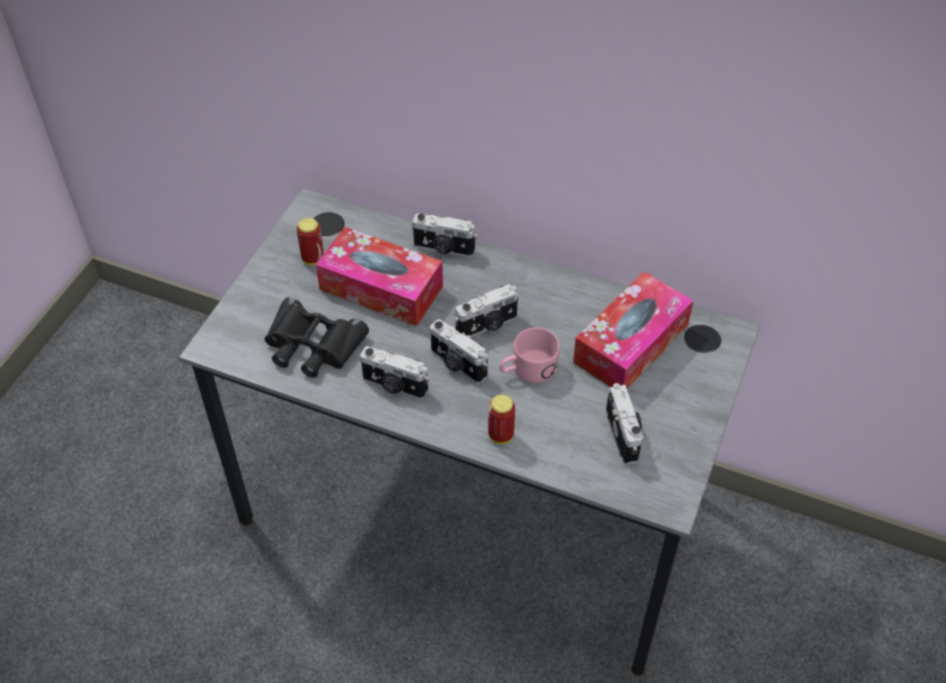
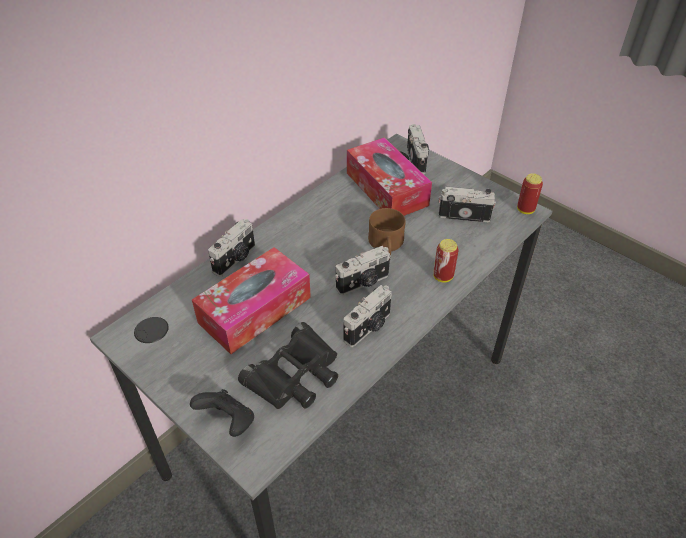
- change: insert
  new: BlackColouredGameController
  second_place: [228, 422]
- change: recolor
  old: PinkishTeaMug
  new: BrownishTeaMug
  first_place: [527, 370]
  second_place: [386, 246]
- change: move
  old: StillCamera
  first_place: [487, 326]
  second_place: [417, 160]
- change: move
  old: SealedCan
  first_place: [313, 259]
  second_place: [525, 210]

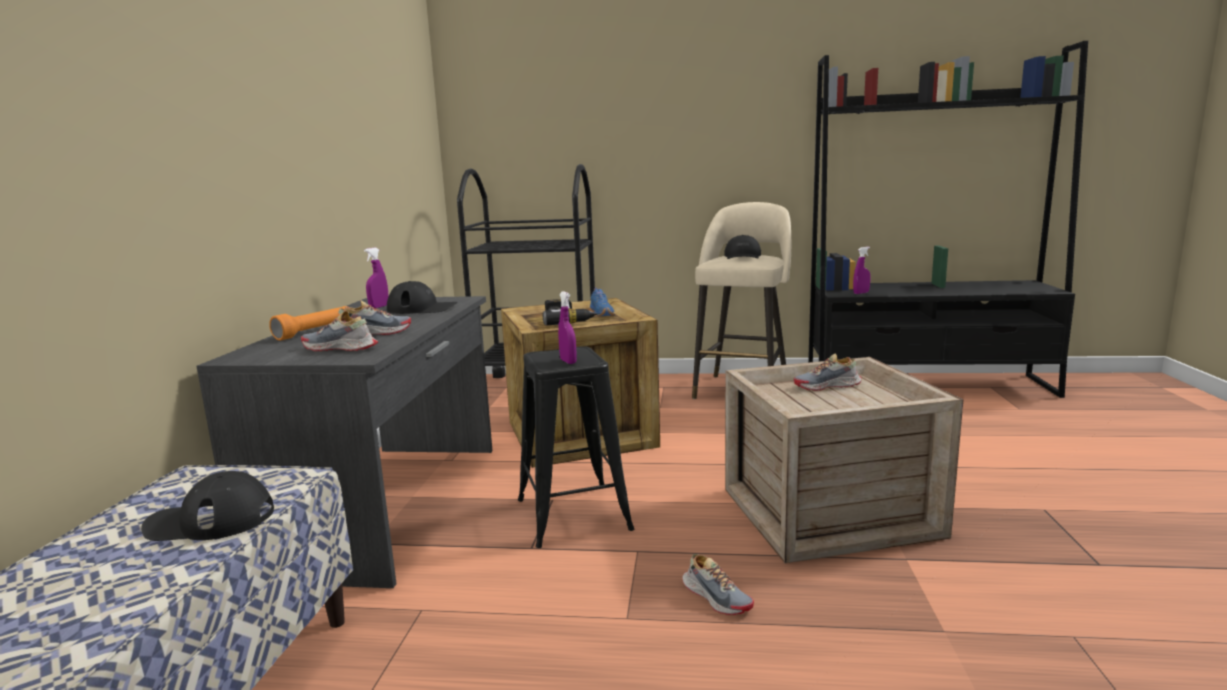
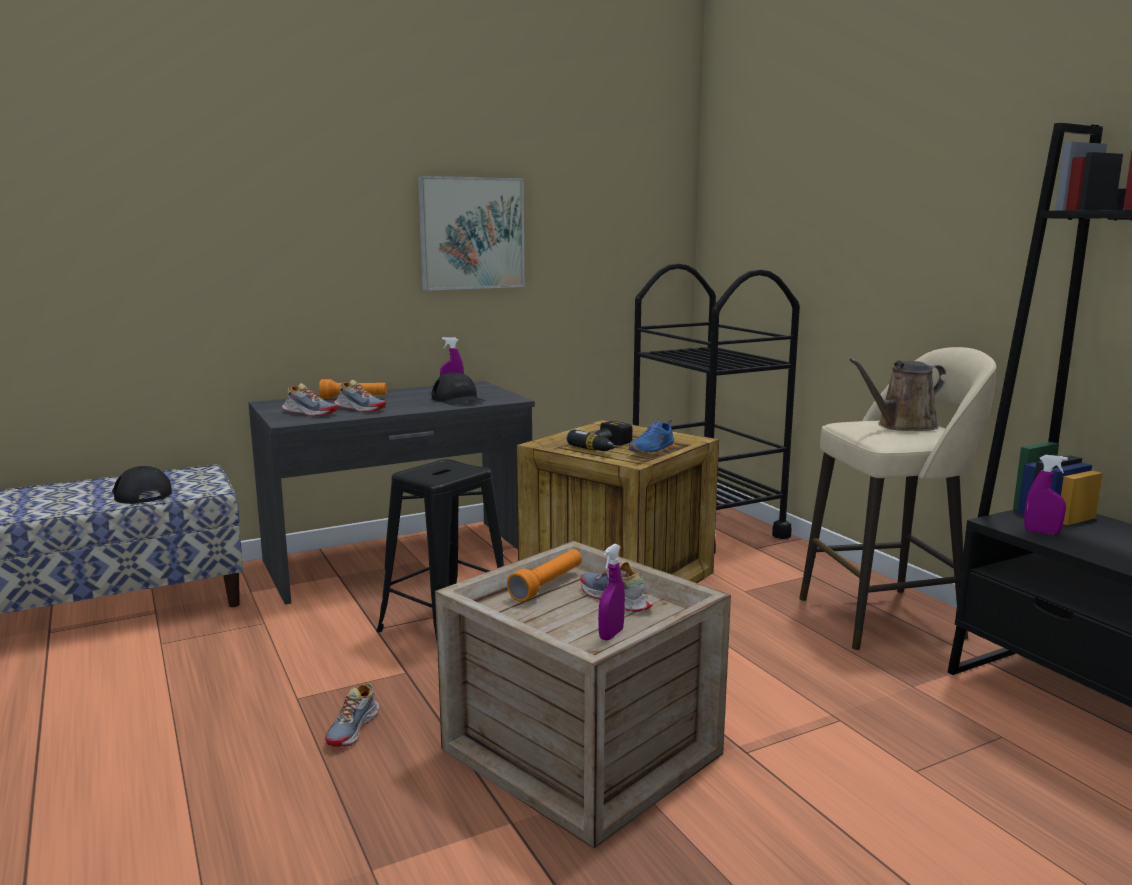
- change: rotate
  old: ItemOfFootwear
  first_place: [340, 348]
  second_place: [309, 413]
  degrees: 135
- change: insert
  new: WallArt
  second_place: [472, 233]
- change: insert
  new: OrangeColouredHandTorch
  second_place: [548, 585]
- change: move
  old: PurplishSprayer
  first_place: [568, 361]
  second_place: [611, 634]
- change: replace
  old: BlackColouredBaseballCap
  new: BrownishWateringCan
  first_place: [742, 256]
  second_place: [902, 426]

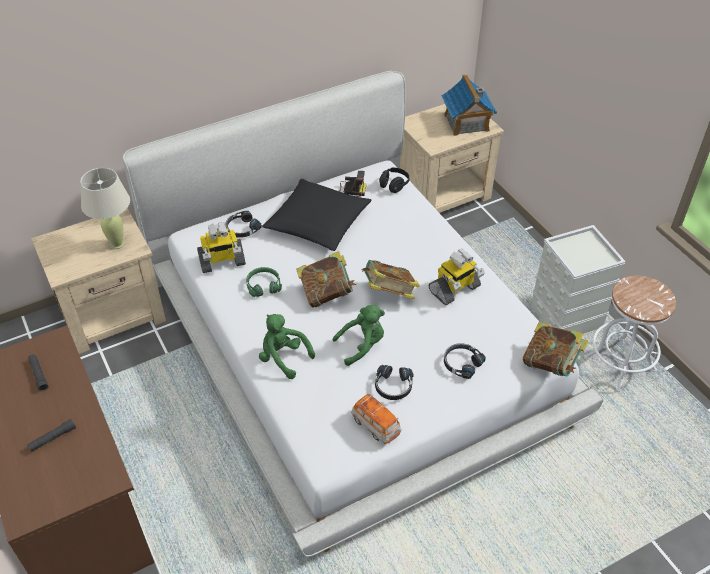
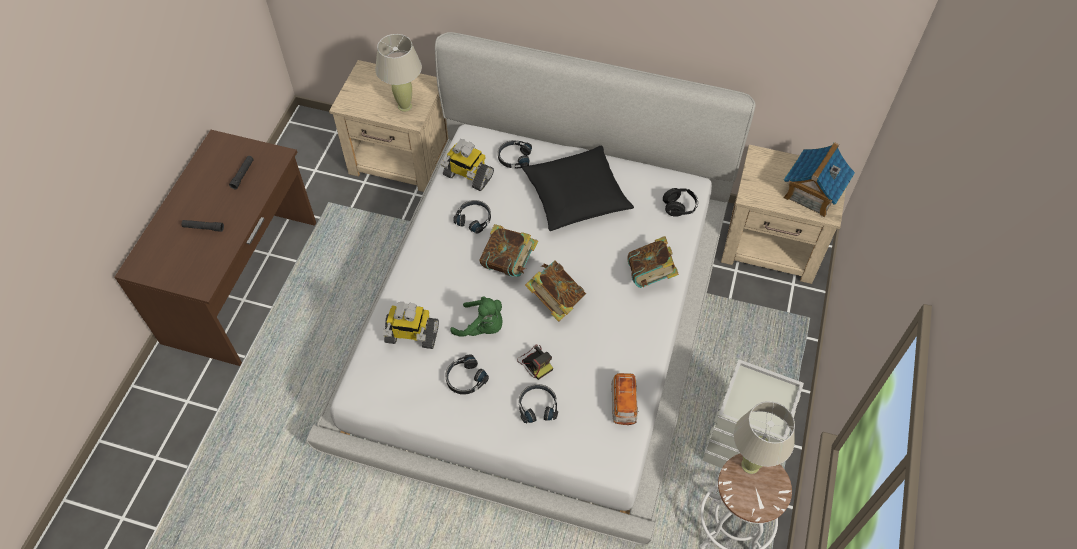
- change: move
  old: ToyRobot
  first_place: [454, 289]
  second_place: [411, 335]
- change: recolor
  old: GreenColouredHeadphones
  new: BlackColouredHeadphones
  first_place: [263, 285]
  second_place: [474, 219]
- change: move
  old: StillCamera
  first_place: [351, 190]
  second_place: [535, 362]
- change: move
  old: ModelCar
  first_place: [375, 426]
  second_place: [623, 403]
- change: move
  old: Book
  first_place: [551, 363]
  second_place: [650, 275]
- change: insert
  new: BeigeTabletopLamp
  second_place: [750, 465]
- change: delete
  old: GreenColouredSoftToy
  first_place: [283, 358]

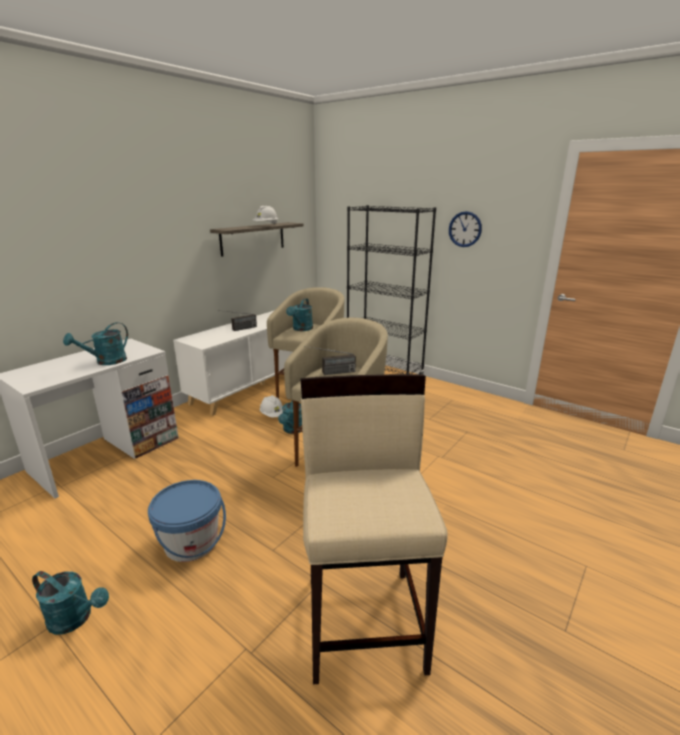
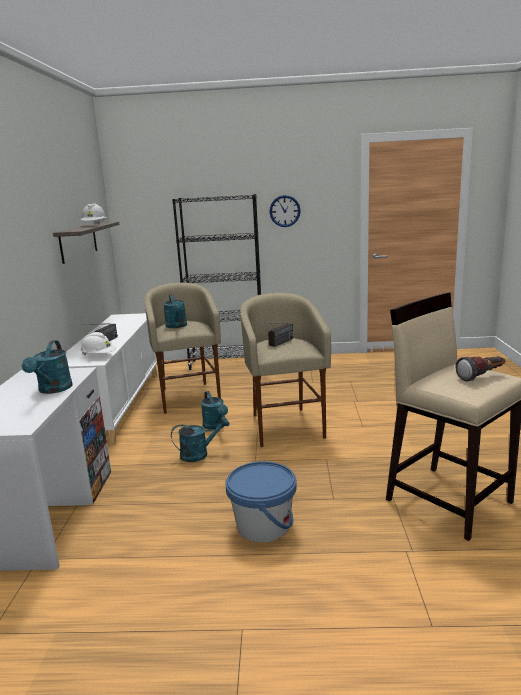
- change: move
  old: WhitishSafetyHelmet
  first_place: [272, 415]
  second_place: [99, 356]
- change: move
  old: TurquoiseWateringCan
  first_place: [76, 619]
  second_place: [199, 454]
- change: insert
  new: HandTorch
  second_place: [482, 376]

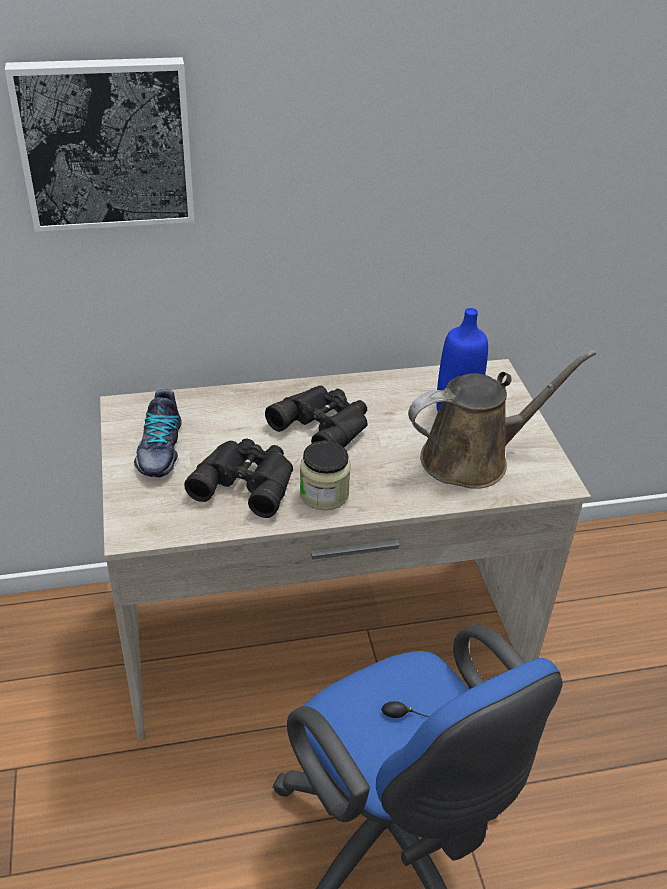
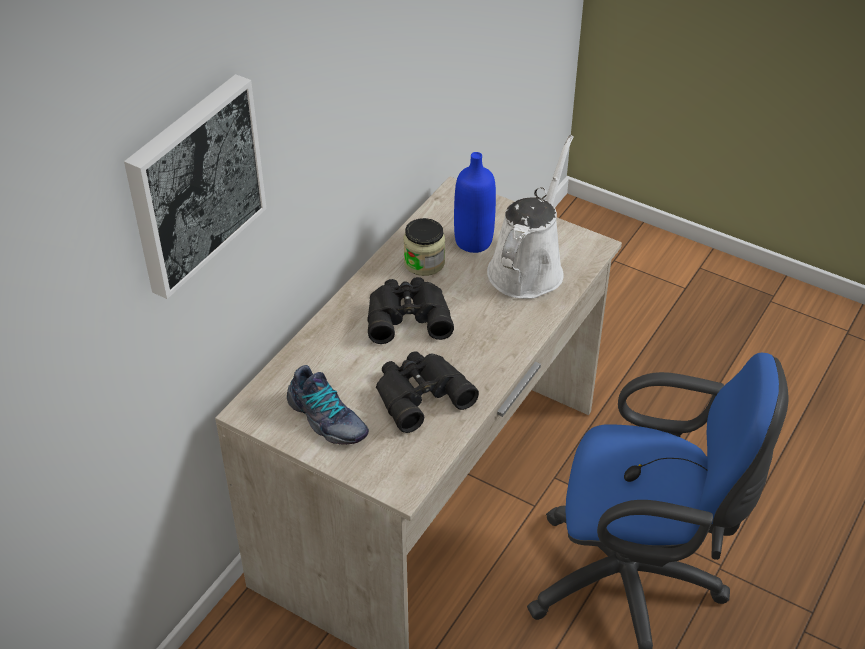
- change: move
  old: StorageJar
  first_place: [324, 494]
  second_place: [424, 263]
- change: recolor
  old: BrownishWateringCan
  new: WhitishWateringCan
  first_place: [473, 458]
  second_place: [528, 267]

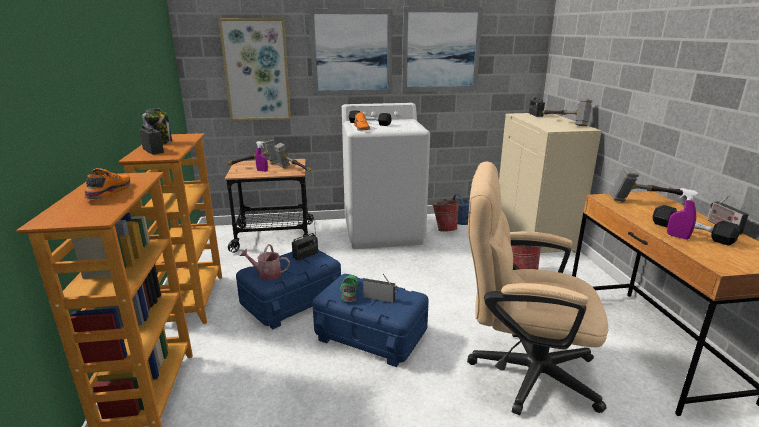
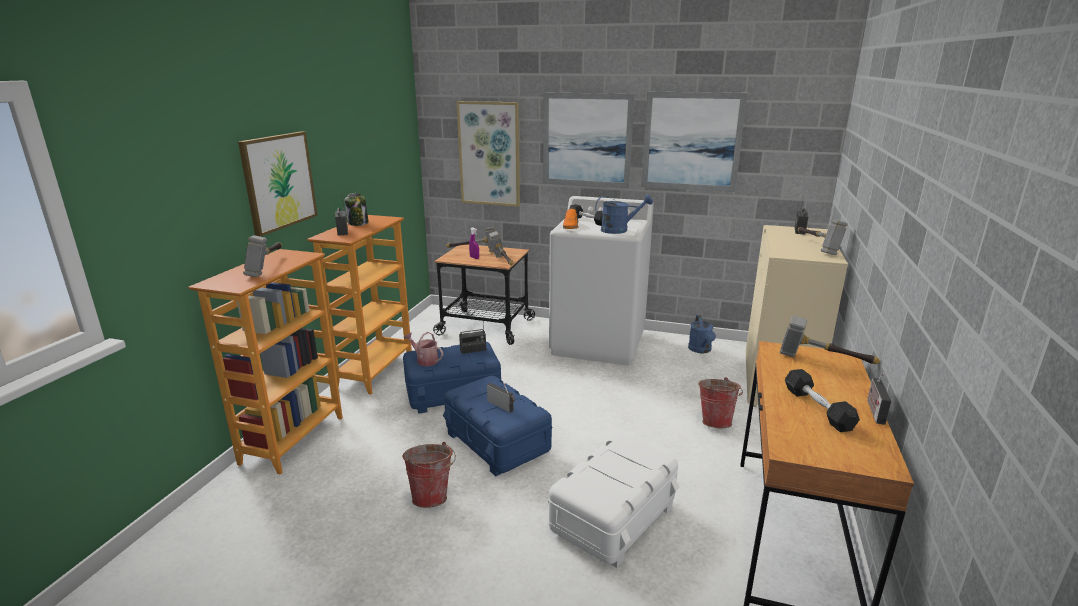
- change: insert
  new: WallArt
  second_place: [279, 181]
- change: replace
  old: OrangeColouredItemOfFootwear
  new: Hammer
  first_place: [108, 193]
  second_place: [267, 267]
- change: move
  old: Bucket
  first_place: [445, 229]
  second_place: [432, 496]
- change: replace
  old: BeigeDeskChair
  new: WhitishStorageBox
  first_place: [521, 371]
  second_place: [612, 517]
- change: insert
  new: BlueWateringCan
  second_place: [619, 230]
- change: delete
  old: GreenColouredItemOfFootwear
  first_place: [348, 292]
- change: delete
  old: PurplishSprayer
  first_place: [677, 237]

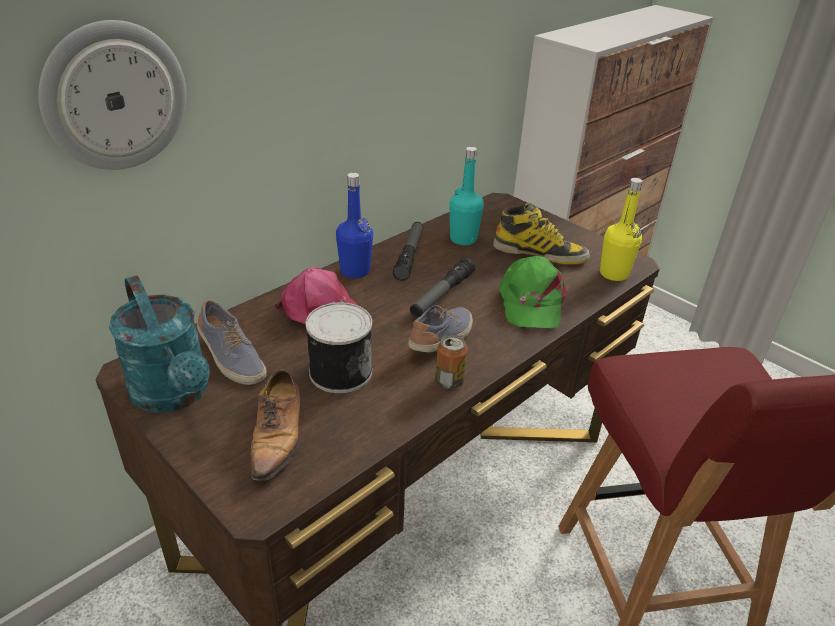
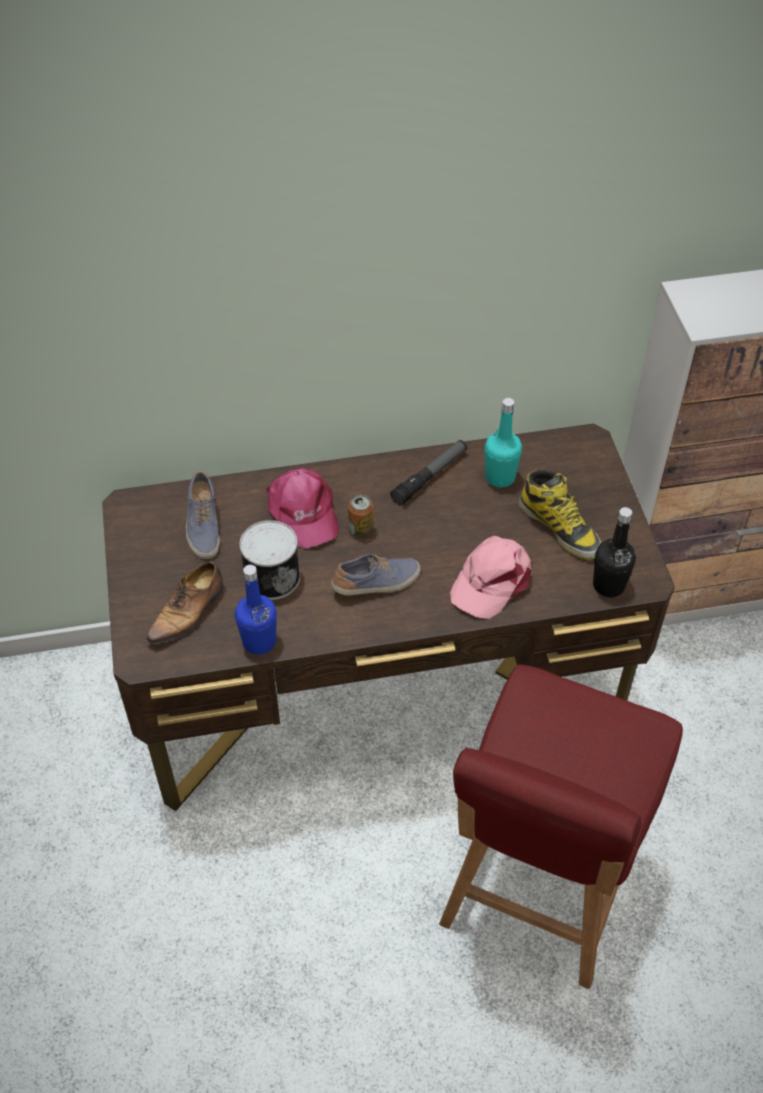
- change: move
  old: BlueBeverageBottle
  first_place: [355, 271]
  second_place: [259, 641]
- change: move
  old: SealedCan
  first_place: [449, 381]
  second_place: [361, 530]
- change: recolor
  old: GreenColouredBaseballCap
  new: PinkishBaseballCap
  first_place: [530, 302]
  second_place: [491, 581]
- change: recolor
  old: YellowColouredBeverageBottle
  new: BlackColouredBeverageBottle
  first_place: [614, 274]
  second_place: [608, 585]
- change: delete
  old: HangingClock
  first_place: [115, 97]
- change: delete
  old: TurquoiseWateringCan
  first_place: [175, 394]
- change: delete
  old: HandTorch
  first_place: [442, 294]

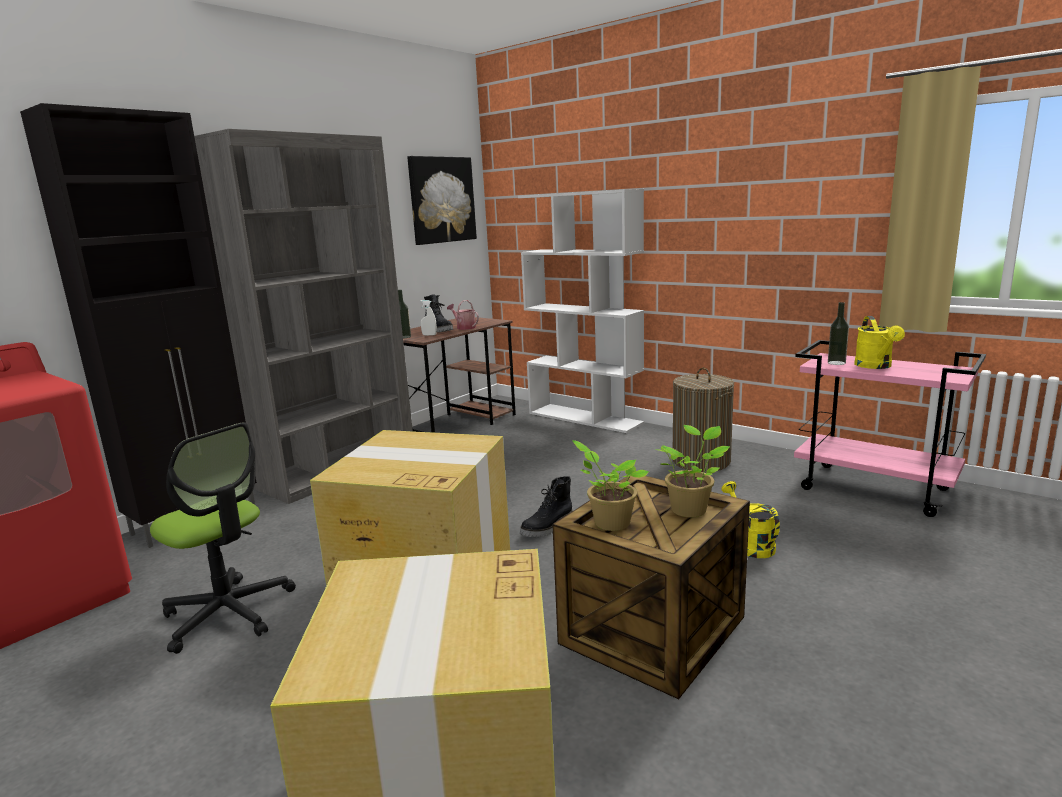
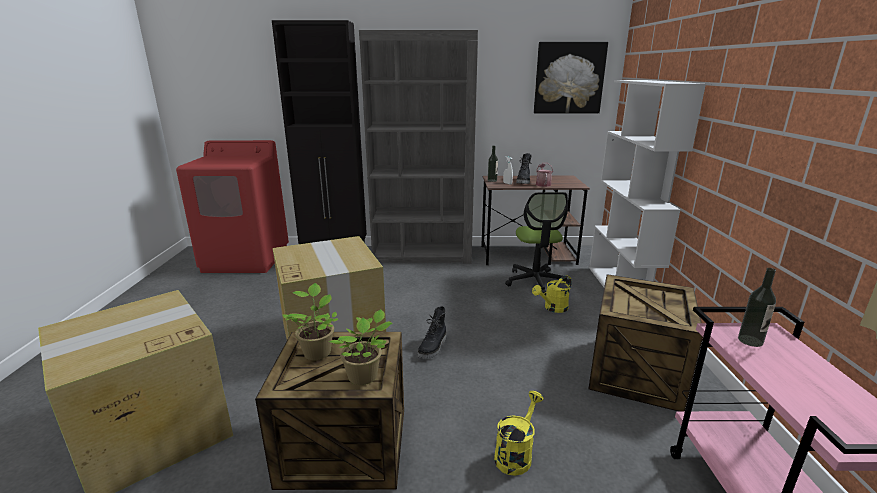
- change: rotate
  old: BlackColouredTallBoot
  first_place: [548, 528]
  second_place: [433, 348]
  degrees: -75
- change: move
  old: DeskChair
  first_place: [228, 613]
  second_place: [535, 281]
- change: move
  old: YellowColouredWateringCan
  first_place: [876, 366]
  second_place: [553, 308]
- change: replace
  old: WashingBasket
  new: ShippingCrate
  first_place: [701, 461]
  second_place: [633, 371]

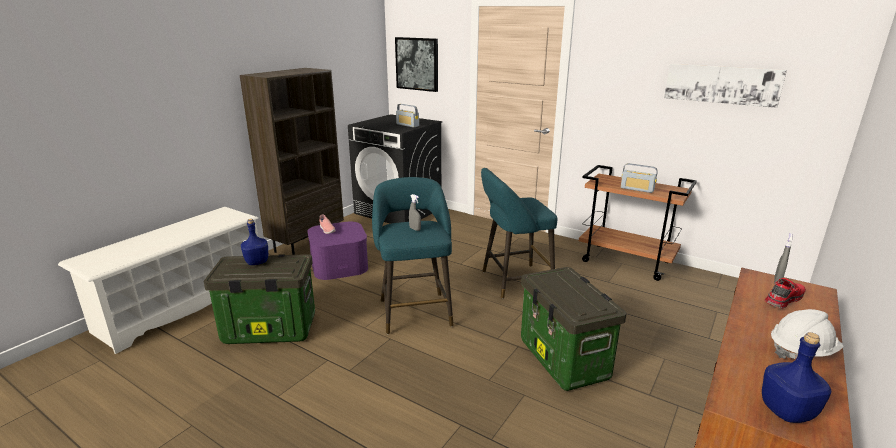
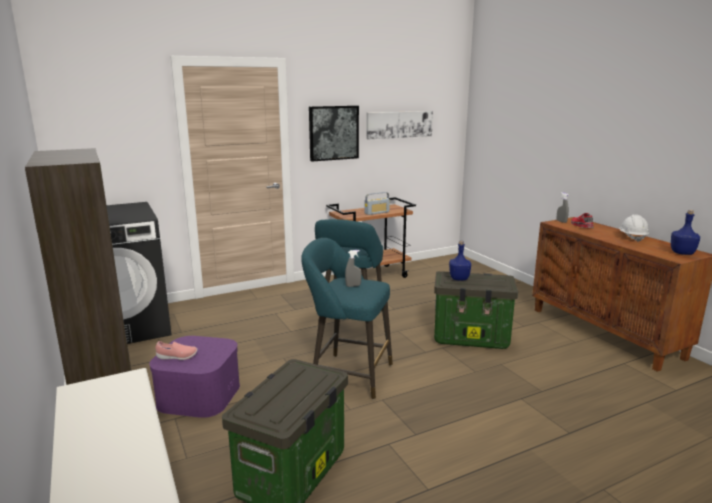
- change: move
  old: WallArt
  first_place: [417, 64]
  second_place: [333, 133]
- change: move
  old: BlueBeverageBottle
  first_place: [257, 262]
  second_place: [459, 278]
- change: delete
  old: Radio
  first_place: [407, 125]

